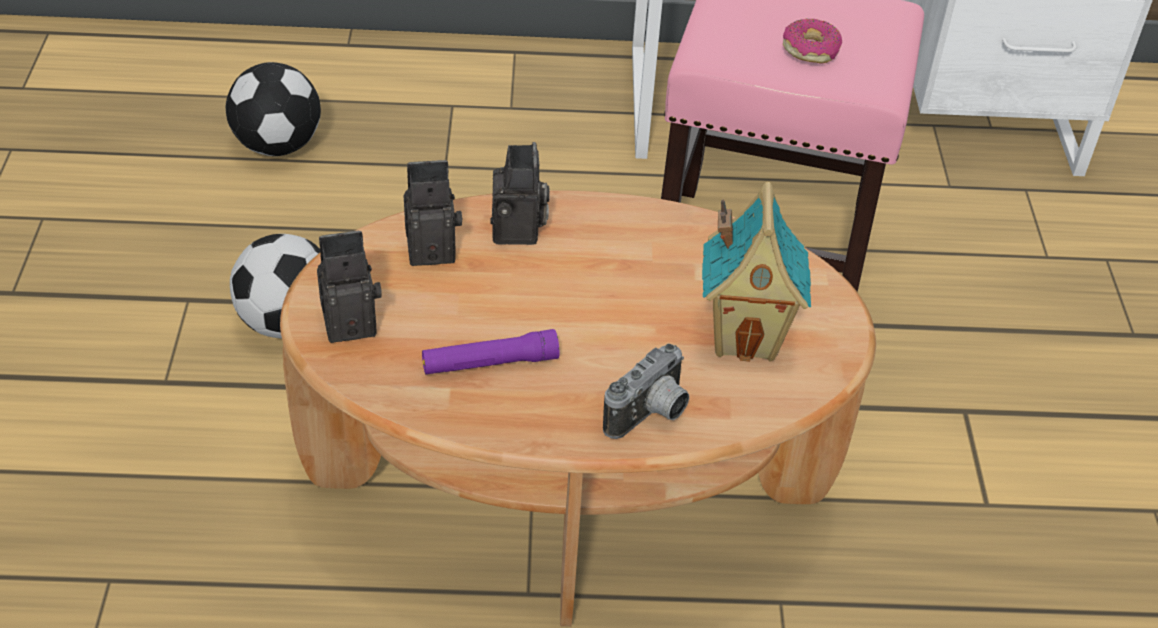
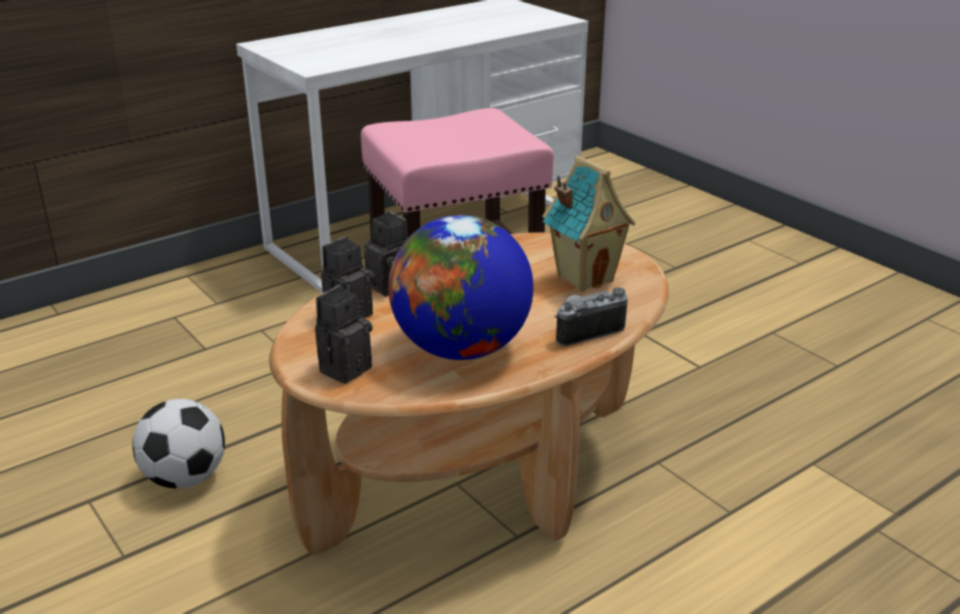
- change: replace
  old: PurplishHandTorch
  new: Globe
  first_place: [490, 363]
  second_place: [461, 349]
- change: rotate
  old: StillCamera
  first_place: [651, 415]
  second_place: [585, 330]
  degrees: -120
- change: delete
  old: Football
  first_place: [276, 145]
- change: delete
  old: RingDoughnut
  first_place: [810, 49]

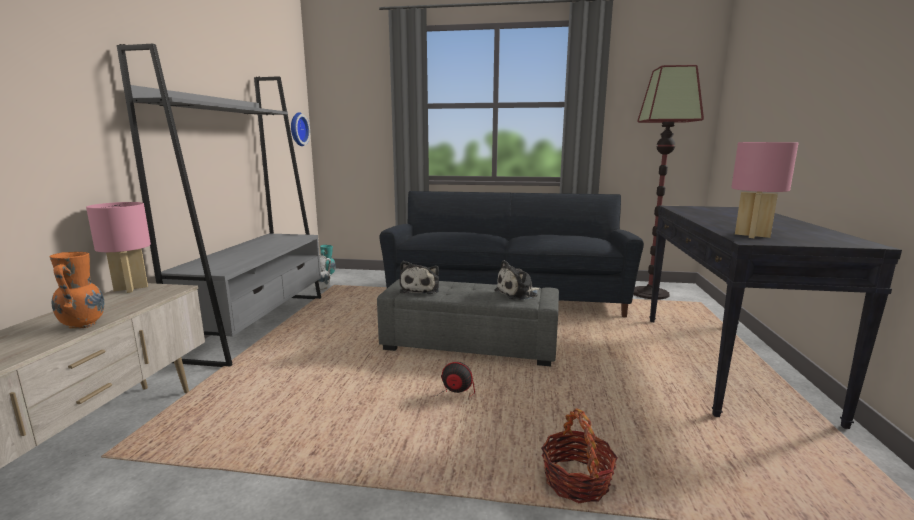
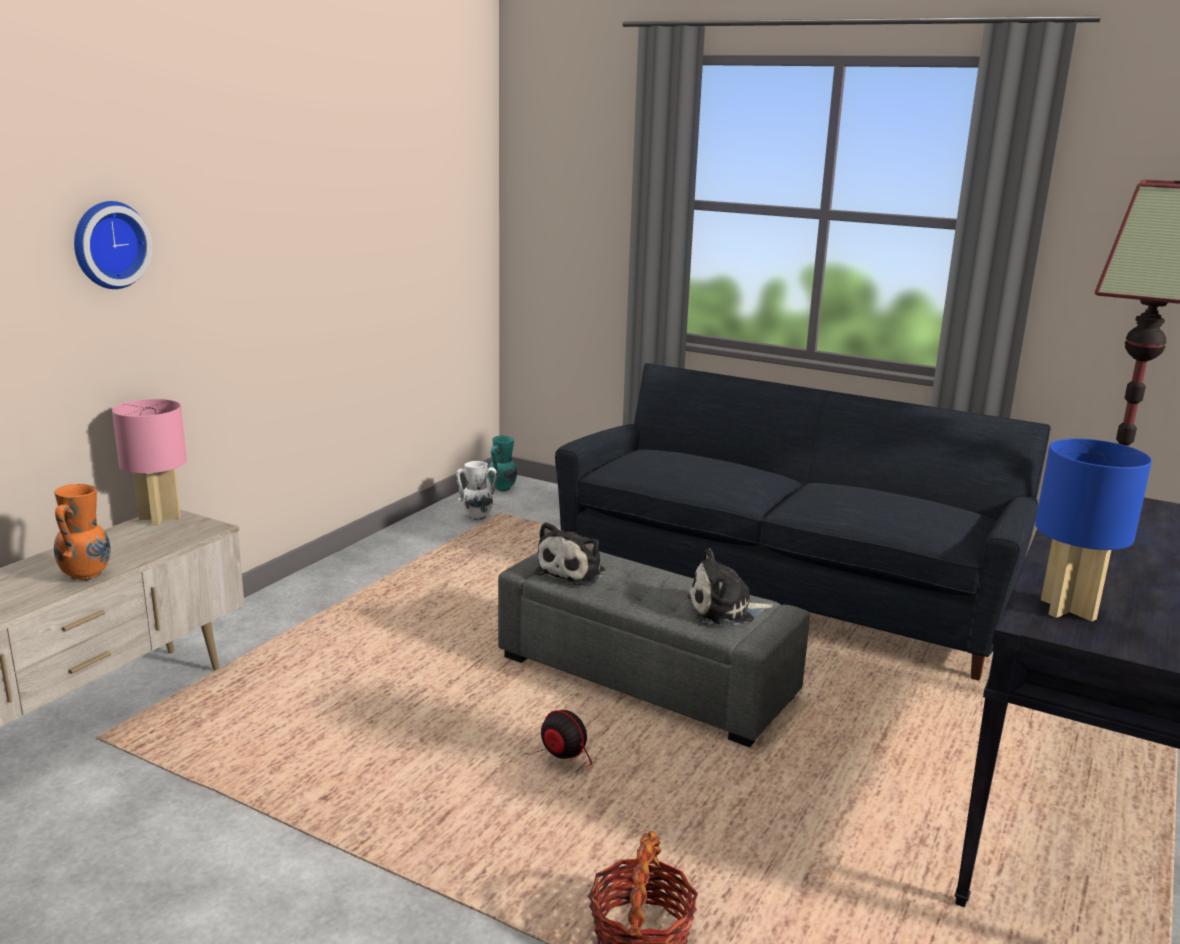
- change: move
  old: HangingClock
  first_place: [297, 129]
  second_place: [108, 244]
- change: recolor
  old: PinkishTabletopLamp
  new: BlueTabletopLamp
  first_place: [753, 235]
  second_place: [1069, 609]
- change: delete
  old: GreyBookshelf
  first_place: [259, 325]

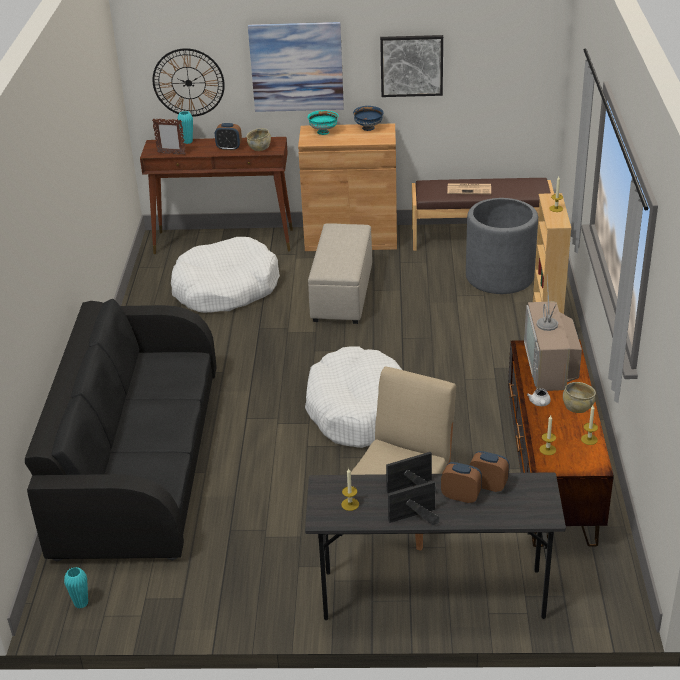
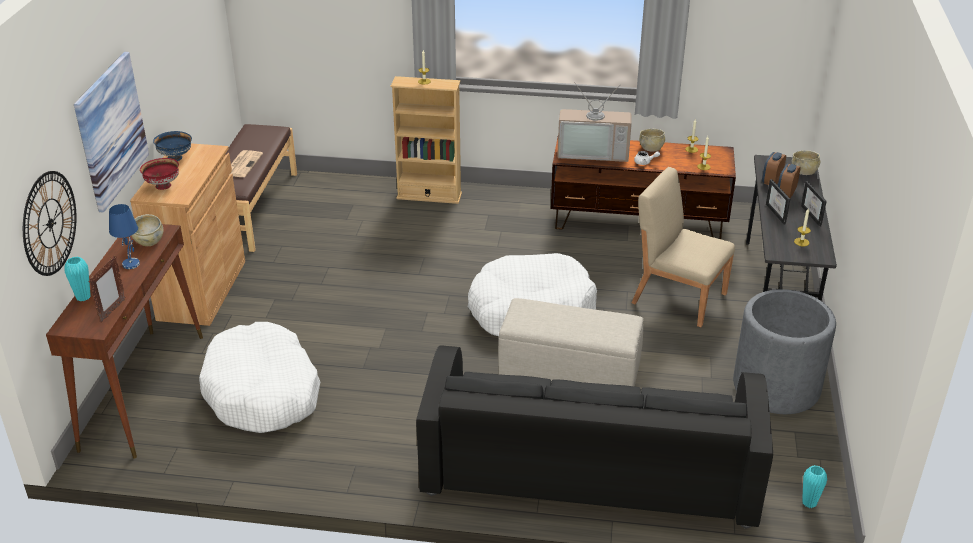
- change: replace
  old: AlarmClock
  new: BlueTabletopLamp
  first_place: [229, 148]
  second_place: [131, 264]
- change: recolor
  old: TurquoiseDeepDish
  new: RedDeepDish
  first_place: [323, 132]
  second_place: [162, 186]
- change: move
  old: BeigeOttoman
  first_place: [342, 294]
  second_place: [570, 373]
- change: move
  old: GreyPlantPot
  first_place: [499, 277]
  second_place: [776, 387]
- change: insert
  new: BeigeDeepDish
  second_place: [804, 171]
- change: delete
  old: WallArt
  first_place: [411, 65]

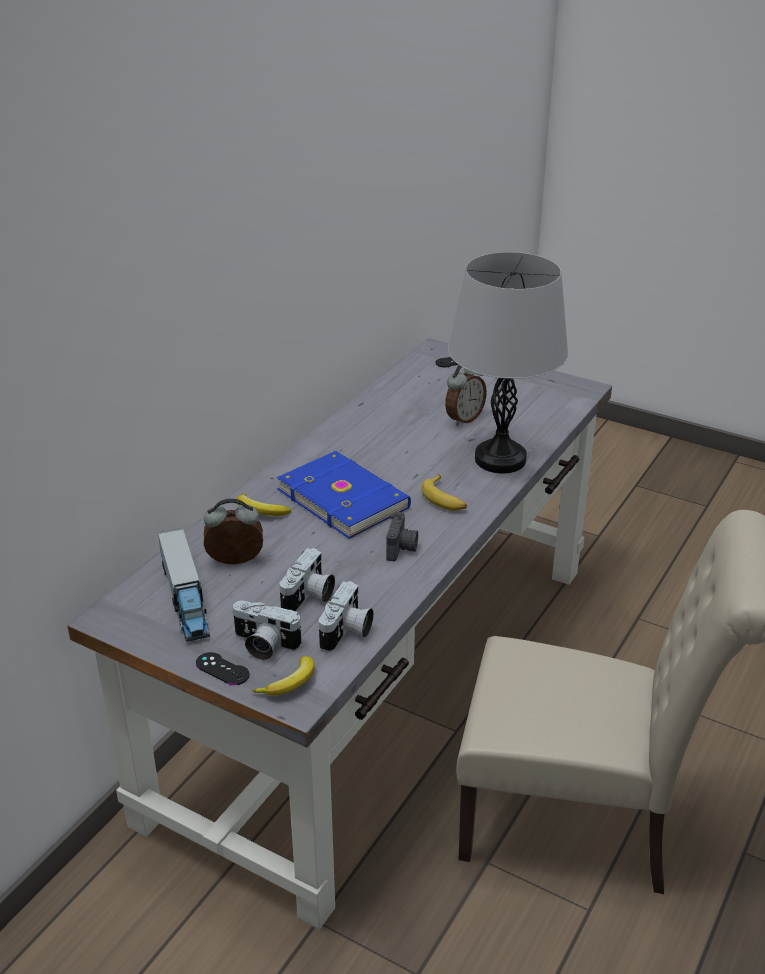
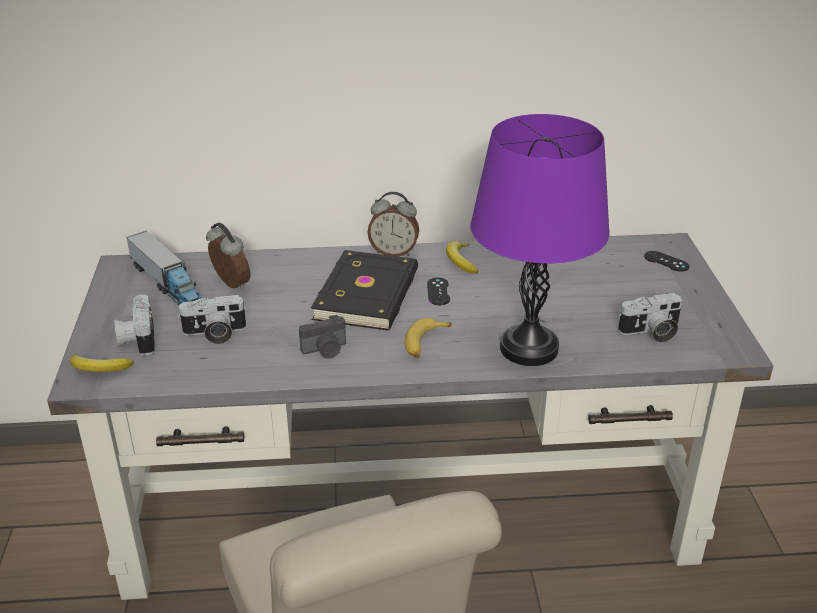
- change: rotate
  old: ToyLorry
  first_place: [185, 598]
  second_place: [167, 284]
  degrees: -75
- change: recolor
  old: BlueBook
  new: BlackColouredBook
  first_place: [344, 497]
  second_place: [369, 294]
- change: move
  old: AlarmClock
  first_place: [463, 419]
  second_place: [393, 252]
- change: move
  old: BlackColouredGameController
  first_place: [222, 669]
  second_place: [438, 291]
- change: move
  old: BananaFruit
  first_place: [260, 511]
  second_place: [461, 261]
- change: recolor
  old: GreyTabletopLamp
  new: PurplishTabletopLamp
  first_place: [500, 459]
  second_place: [529, 348]
- change: move
  old: StillCamera
  first_place: [347, 633]
  second_place: [651, 333]

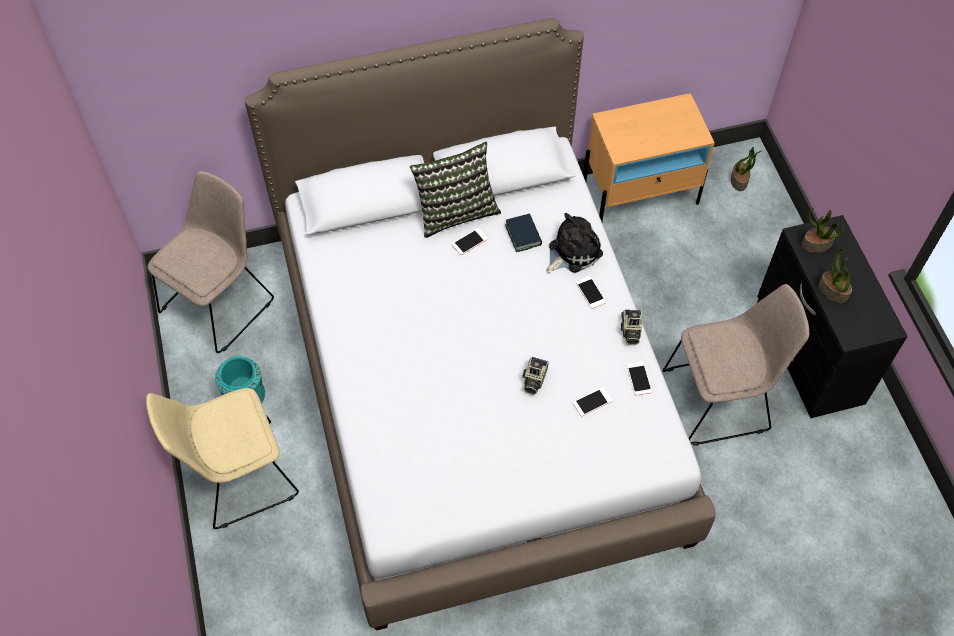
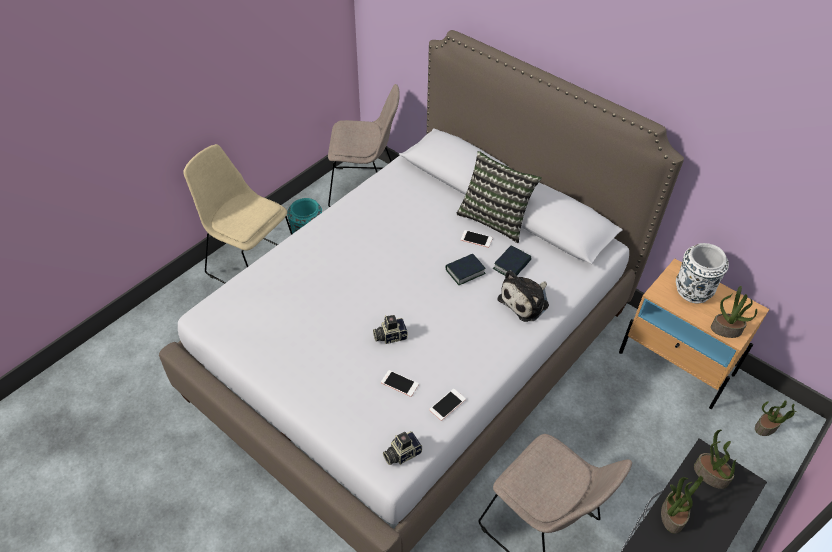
- change: move
  old: StillCamera
  first_place: [630, 331]
  second_place: [401, 453]
- change: insert
  new: Book
  second_place: [465, 271]
- change: rotate
  old: SoftToy
  first_place: [572, 251]
  second_place: [526, 301]
  degrees: 120
- change: insert
  new: WhitishVase
  second_place: [692, 291]
- change: insert
  new: Houseplant
  second_place: [726, 329]
- change: delete
  old: Phone
  first_place: [590, 293]

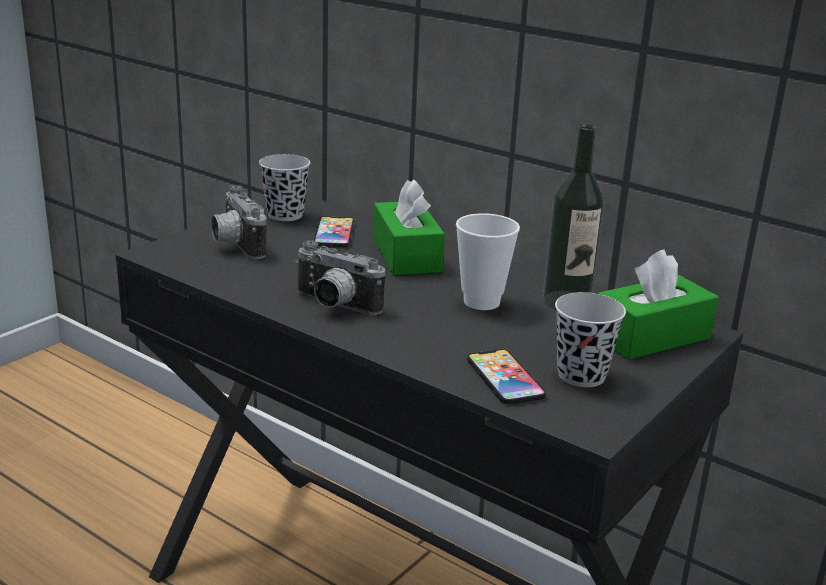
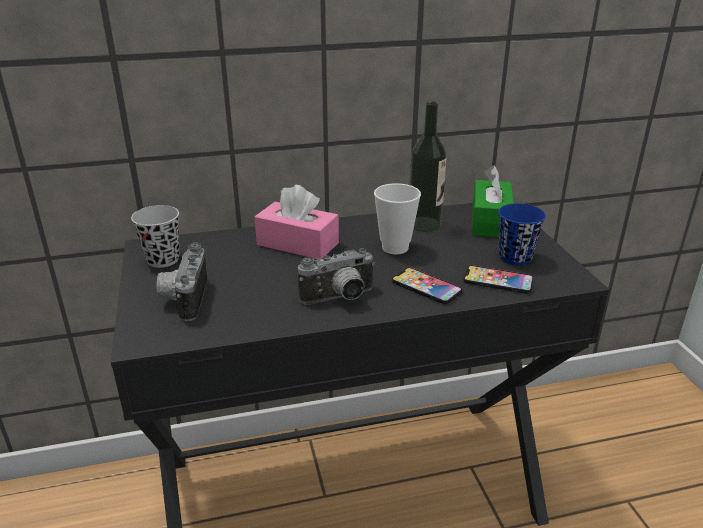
- change: rotate
  old: StillCamera
  first_place: [235, 245]
  second_place: [184, 299]
  degrees: 75
- change: recolor
  old: GreenColouredTissueBox
  new: PinkishTissueBox
  first_place: [406, 255]
  second_place: [297, 244]
- change: move
  old: Phone
  first_place: [334, 233]
  second_place: [426, 287]
- change: recolor
  old: BlackColouredSmallCup
  new: BlueSmallCup
  first_place: [581, 375]
  second_place: [515, 258]

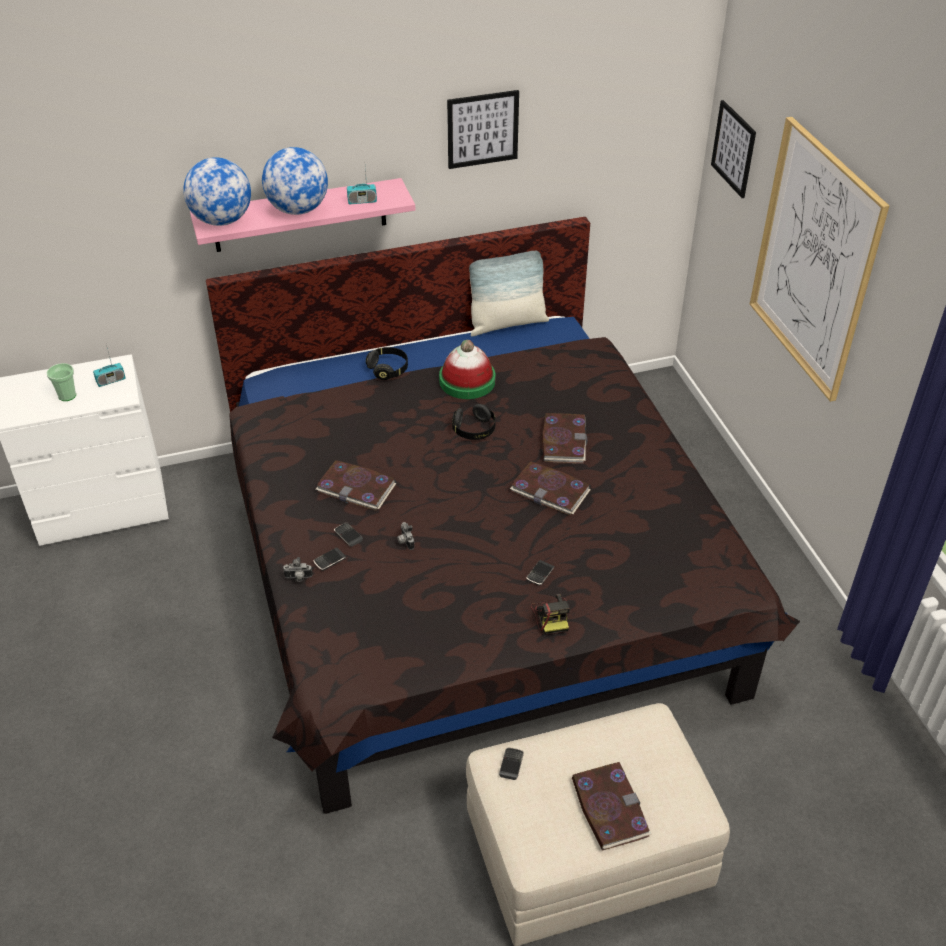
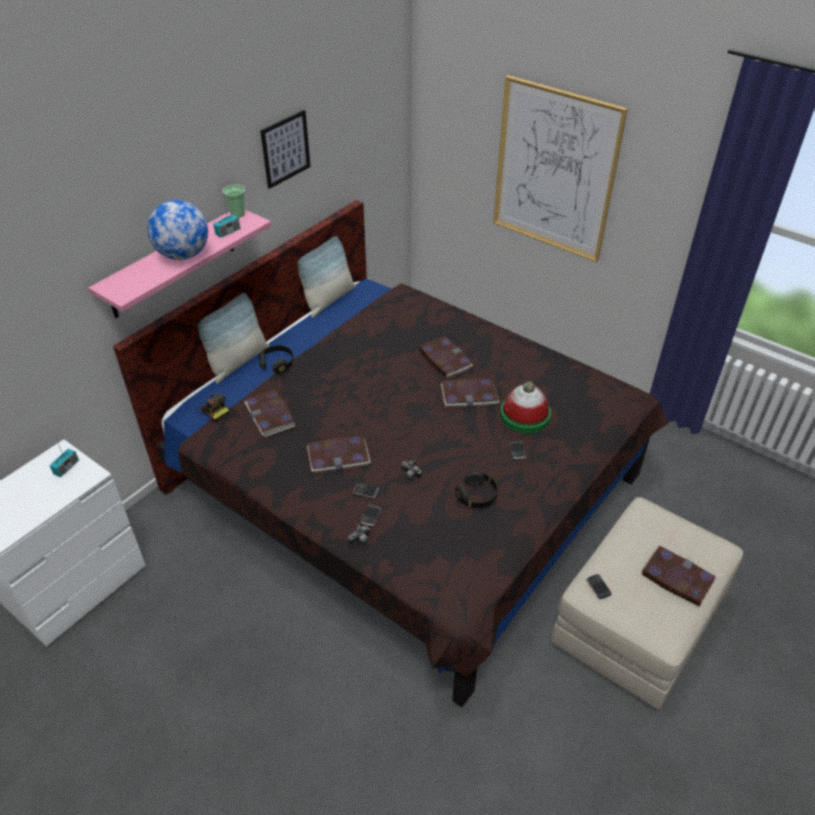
- change: move
  old: StillCamera
  first_place: [551, 616]
  second_place: [213, 410]
- change: insert
  new: Pillow
  second_place: [237, 362]
- change: move
  old: SmallCup
  first_place: [67, 395]
  second_place: [237, 214]
- change: insert
  new: Book
  second_place: [270, 415]
- change: move
  old: BlackColouredHeadphones
  first_place: [474, 430]
  second_place: [477, 496]
- change: move
  old: Hat
  first_place: [467, 381]
  second_place: [524, 416]
- change: delete
  old: Globe
  first_place: [222, 221]
- change: delete
  old: WallArt
  first_place: [733, 148]

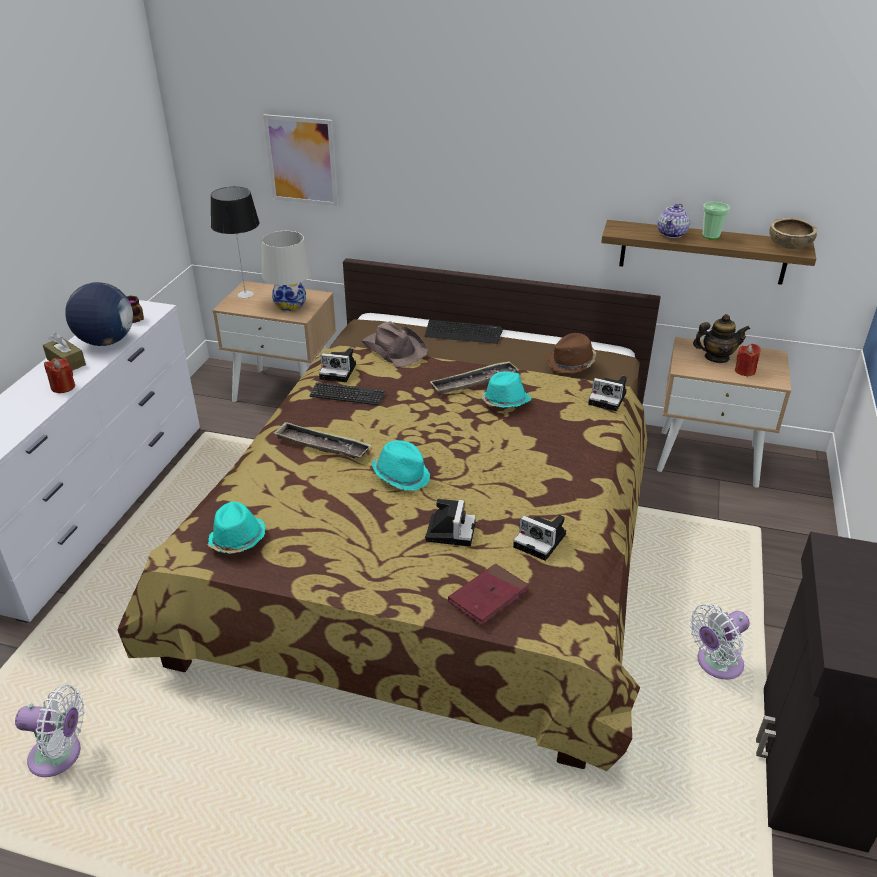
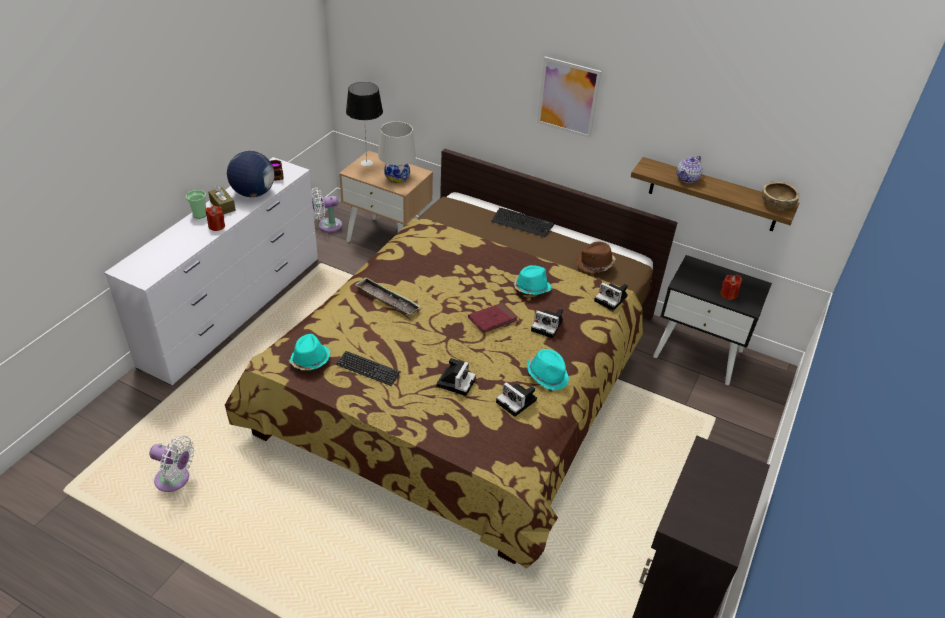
- change: move
  old: SmallCup
  first_place: [710, 236]
  second_place: [199, 215]
- change: move
  old: WhitishCoolingFan
  first_place: [715, 664]
  second_place: [327, 225]
- change: move
  old: Keyboard
  first_place: [347, 395]
  second_place: [368, 369]
- change: move
  old: RedBook
  first_place: [488, 596]
  second_place: [492, 319]
- change: move
  old: TurquoiseHat
  first_place: [401, 475]
  second_place: [547, 375]
- change: move
  old: StillCamera
  first_place: [339, 371]
  second_place: [548, 326]
- change: move
  old: WallArt
  first_place: [301, 160]
  second_place: [568, 97]
- change: recolor
  old: BeigeNightstand
  new: BlackColouredNightstand
  first_place: [708, 457]
  second_place: [698, 353]
- change: delete
  old: BrownishHat
  first_place: [394, 349]
- change: delete
  old: CarryingTray
  first_place: [474, 382]
- change: delete
  old: TeaPot
  first_place: [716, 358]

